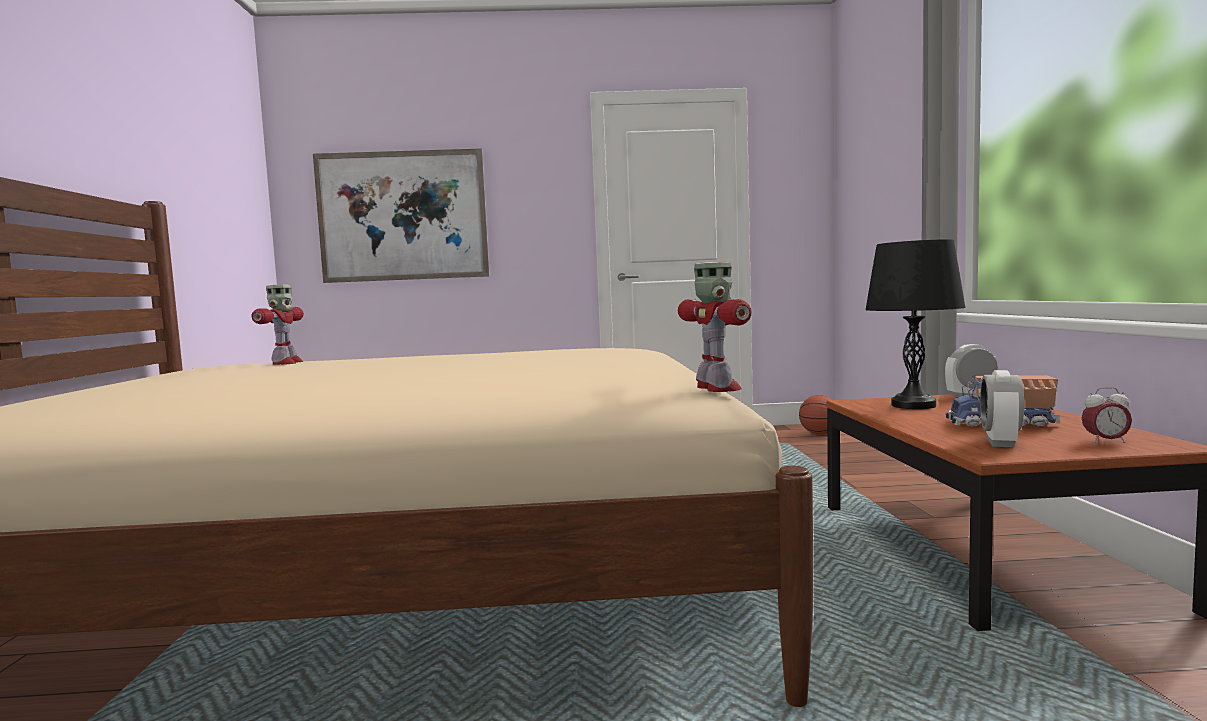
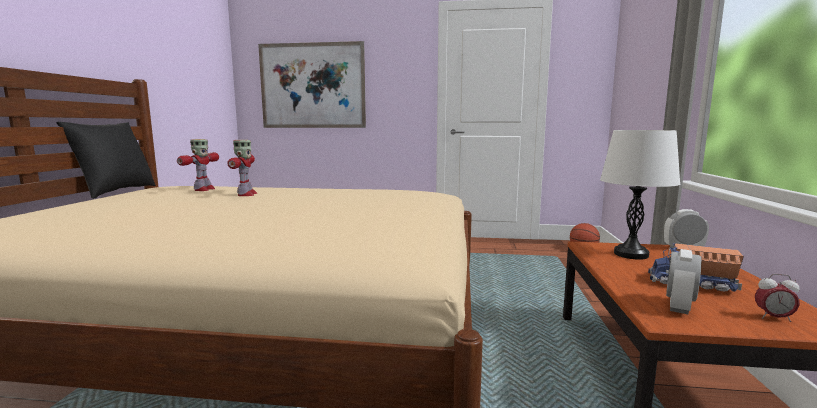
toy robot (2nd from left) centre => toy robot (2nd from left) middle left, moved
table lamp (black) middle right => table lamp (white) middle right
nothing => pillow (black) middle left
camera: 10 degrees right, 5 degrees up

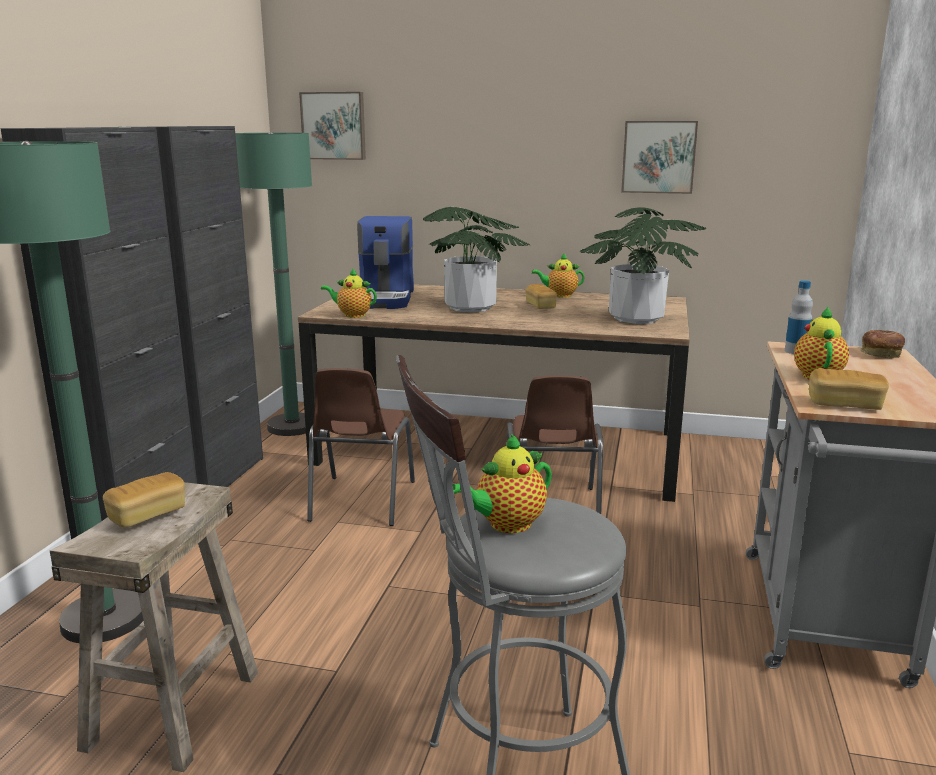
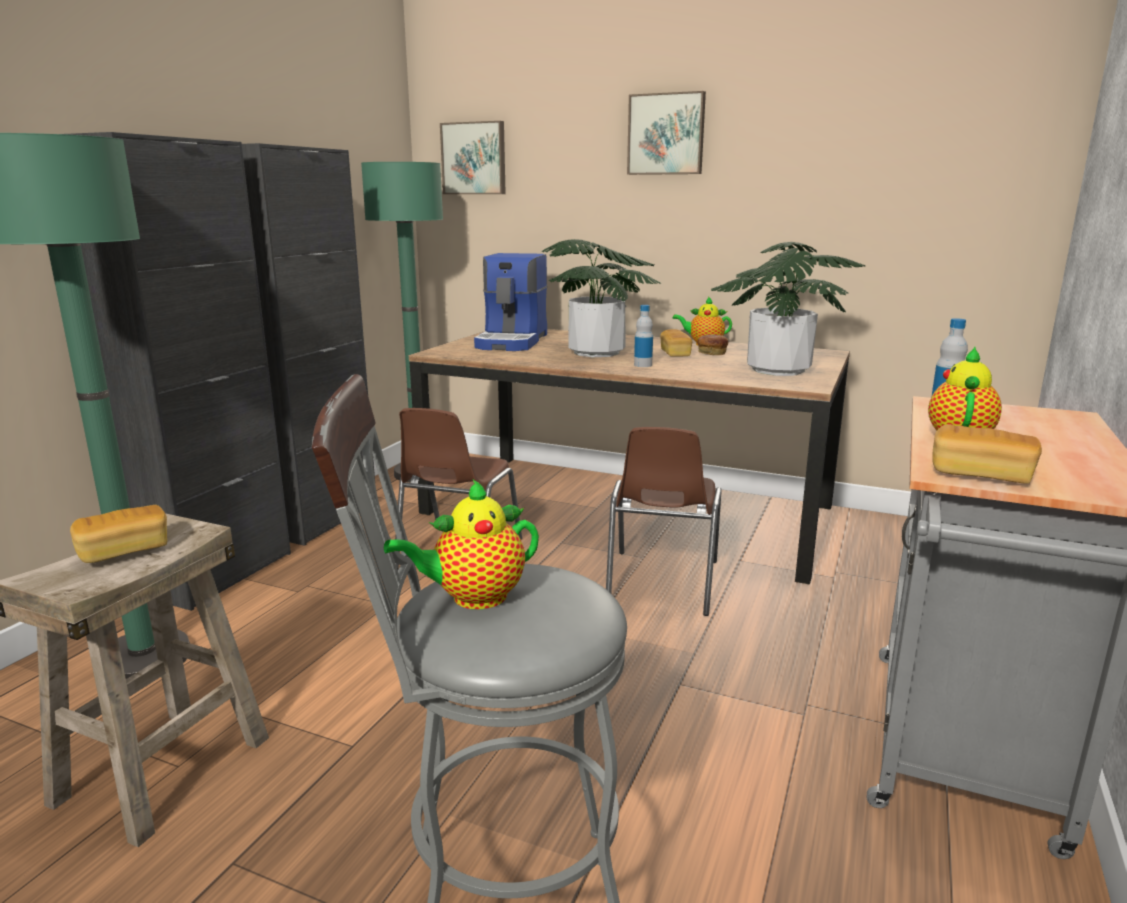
teapot (1st from left) centre => nothing
picture (2nd from left) top right => picture (2nd from left) top centre, moved
bread (4th from left in the first image) middle right => bread (3rd from left) centre, moved
nothing => bottle (1st from left) centre
camera: 10 degrees right, 0 degrees up

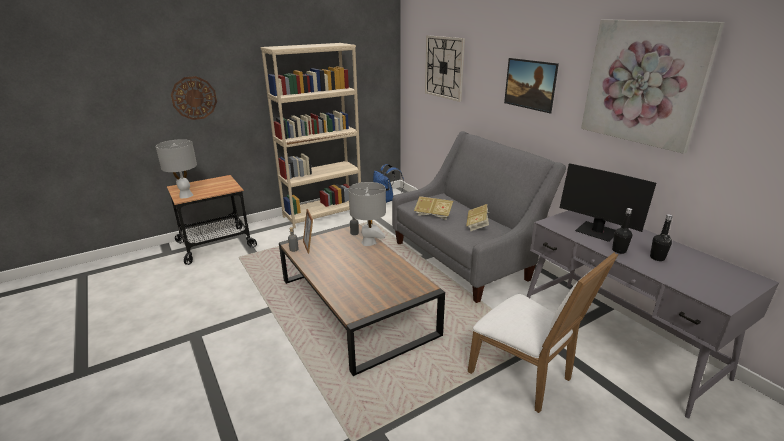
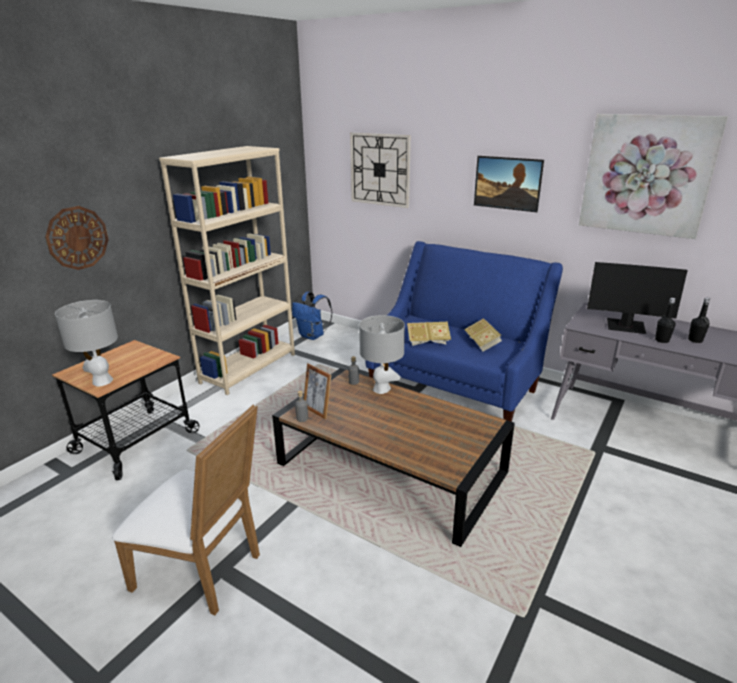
sofa (grey) centre => sofa (blue) centre
chair (white) bottom right => chair (white) bottom left, moved
camera: 25 degrees left, 0 degrees up

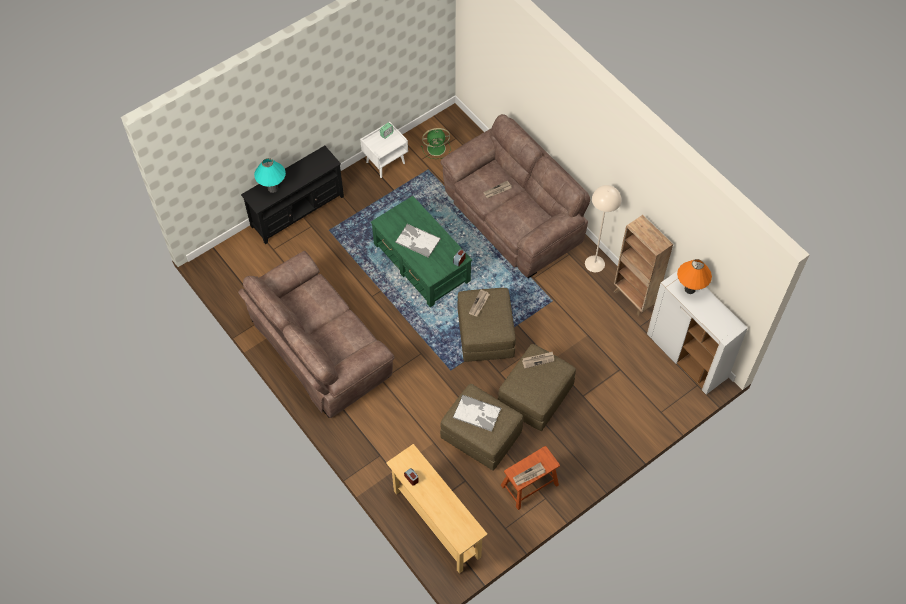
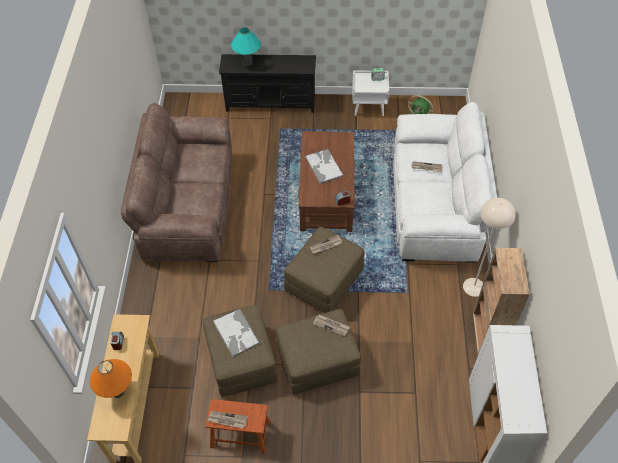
coffee table (green) centre => coffee table (brown) centre
sofa (brown) (2nd from left) top centre => sofa (white) middle right
table lamp (orange) middle right => table lamp (orange) bottom left, moved
camera: 40 degrees right, 5 degrees down

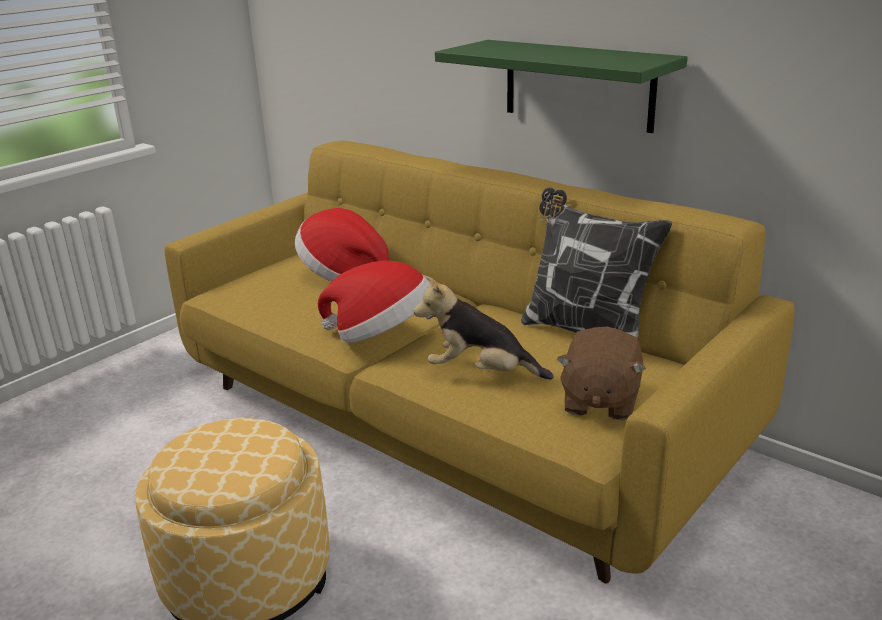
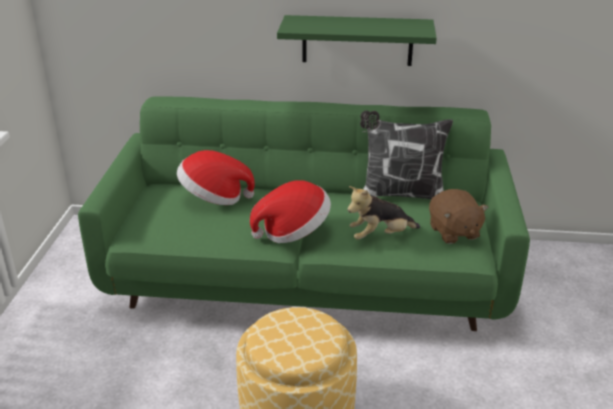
sofa (yellow) centre => sofa (green) centre
camera: 35 degrees left, 5 degrees up

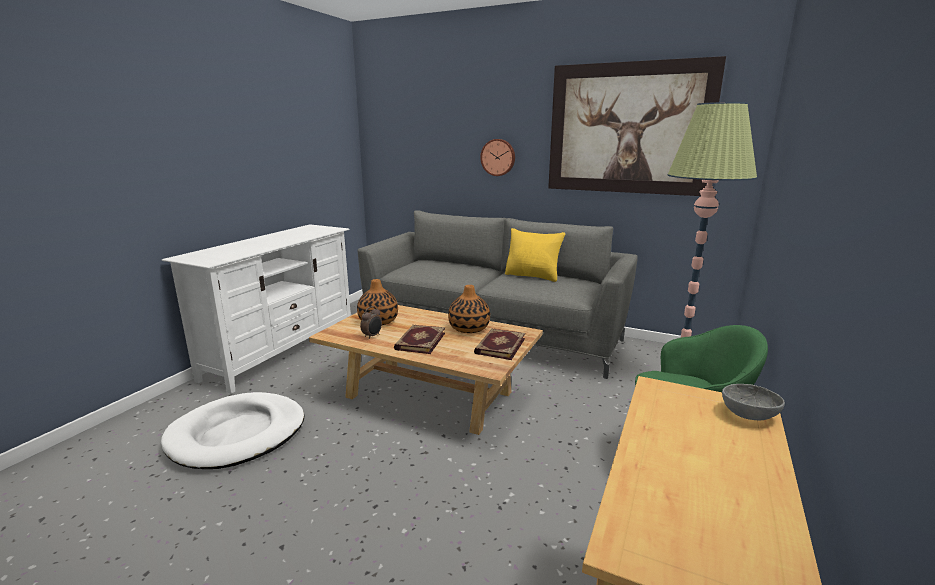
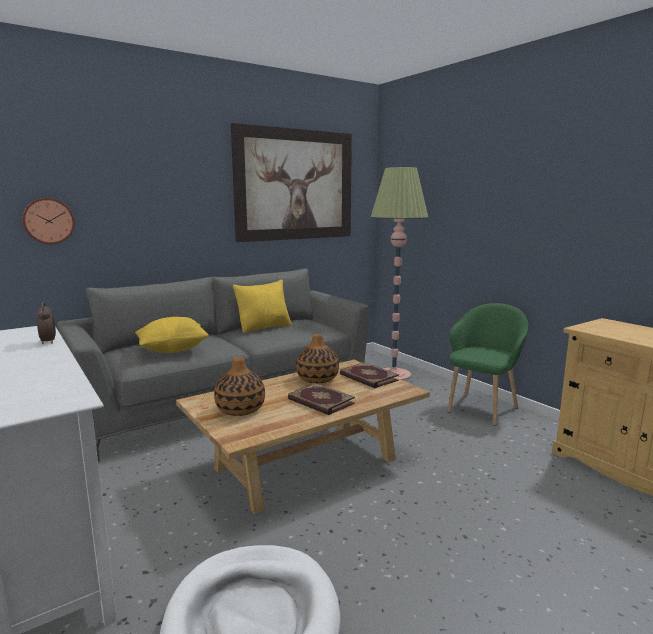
alarm clock centre => alarm clock middle left, moved
wall clock top centre => wall clock middle left, moved
bowl (grey) bottom right => nothing
nothing => pillow (yellow) (1st from left) middle left
camera: 60 degrees left, 5 degrees down

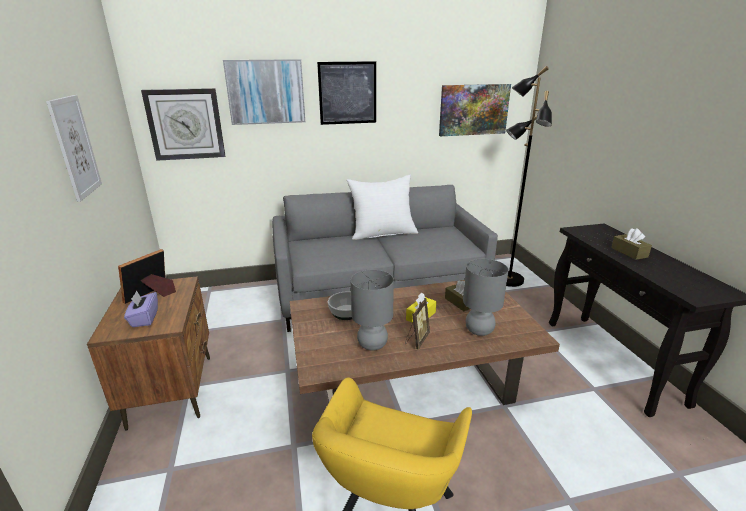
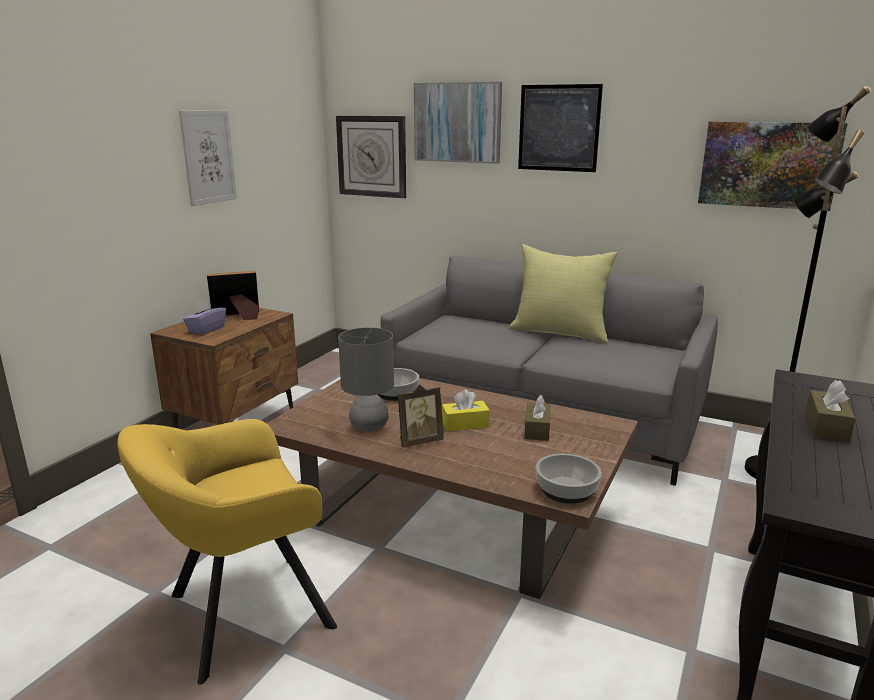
pillow (white) centre => pillow (yellow) centre
table lamp (grey) (2nd from left) centre => nothing
nothing => bowl (2nd from left) bottom centre
camera: 40 degrees right, 5 degrees down

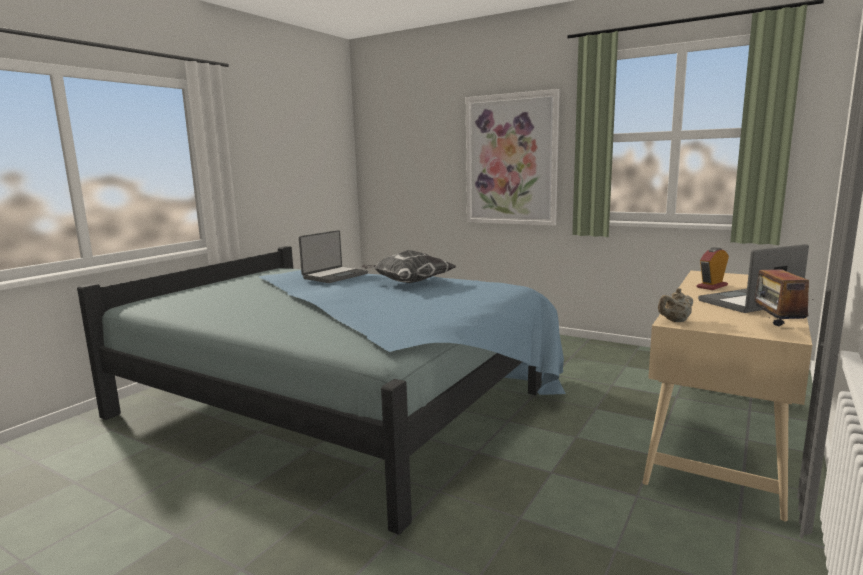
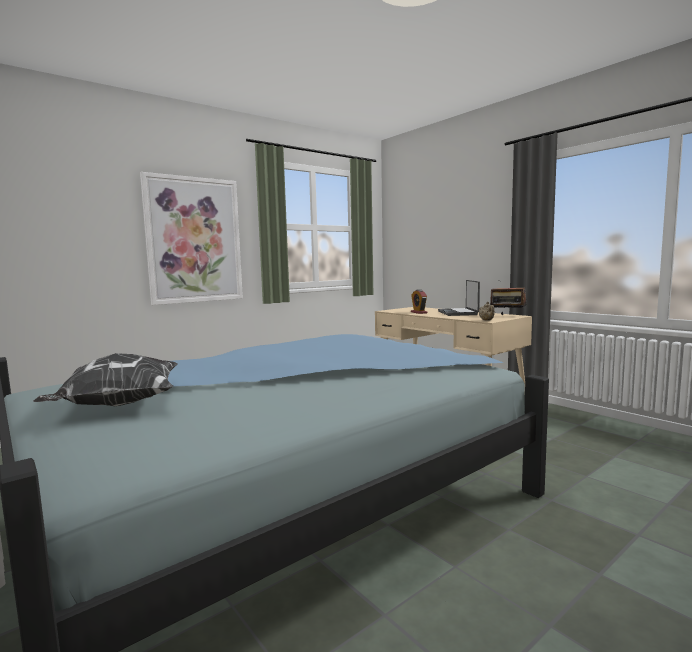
laptop (1st from left) centre => nothing
pillow centre => pillow middle left, moved
camera: 70 degrees left, 5 degrees down

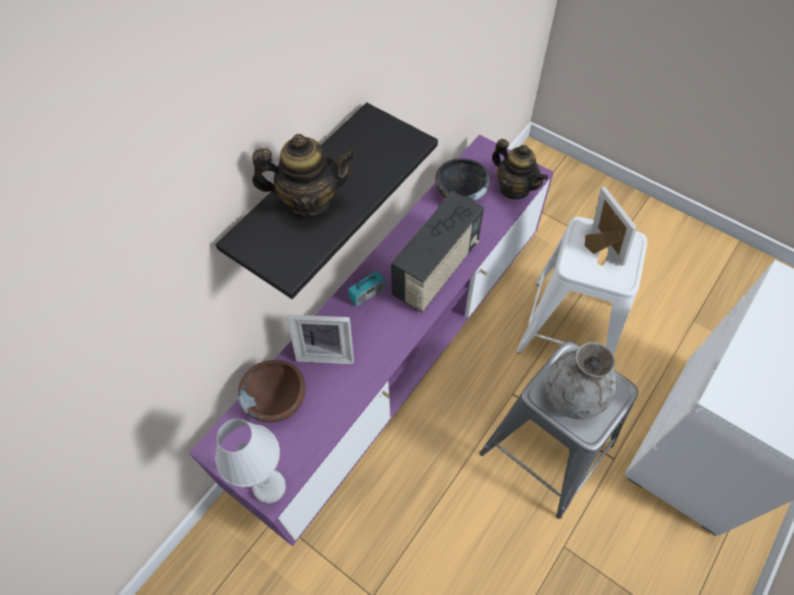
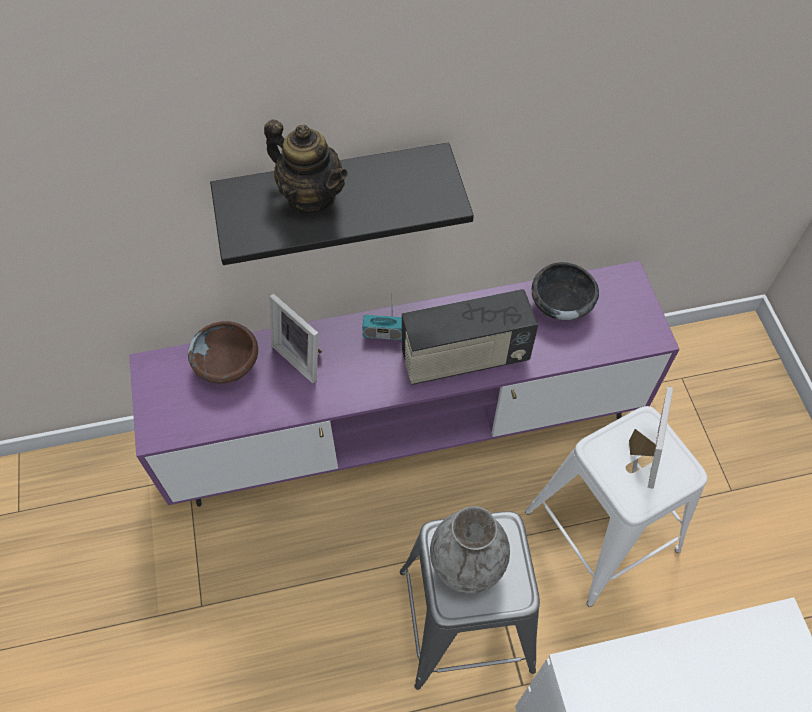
table lamp (white) bottom left => nothing
teapot (2nd from left) top centre => nothing
camera: 40 degrees right, 0 degrees up

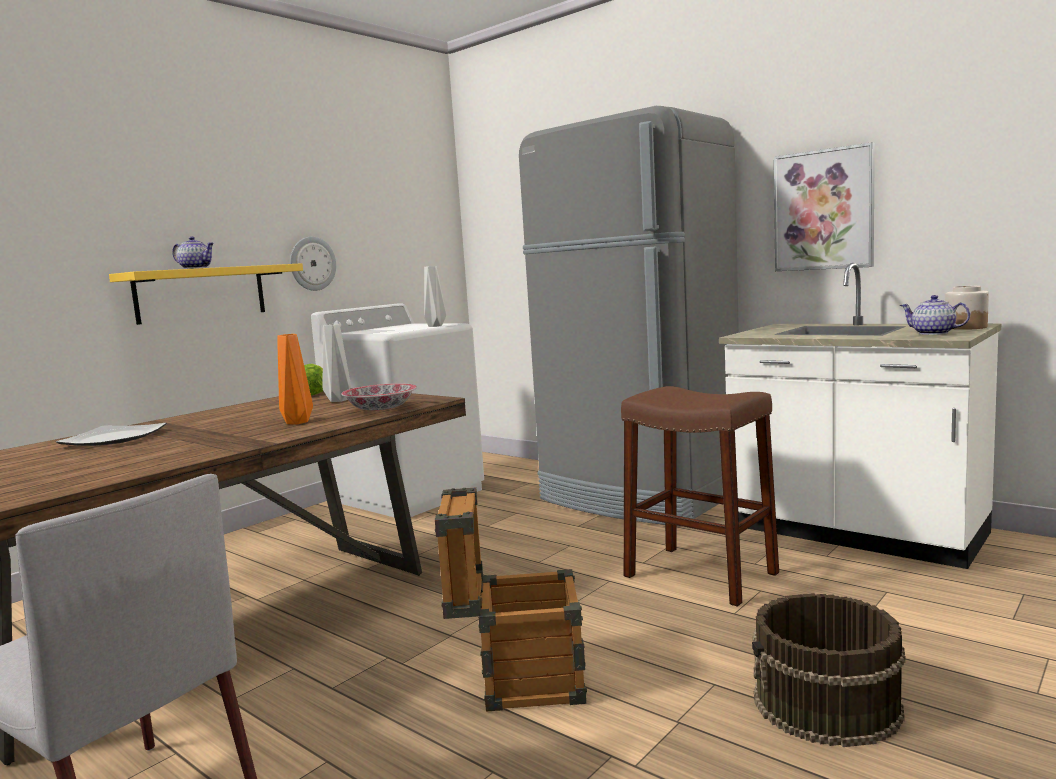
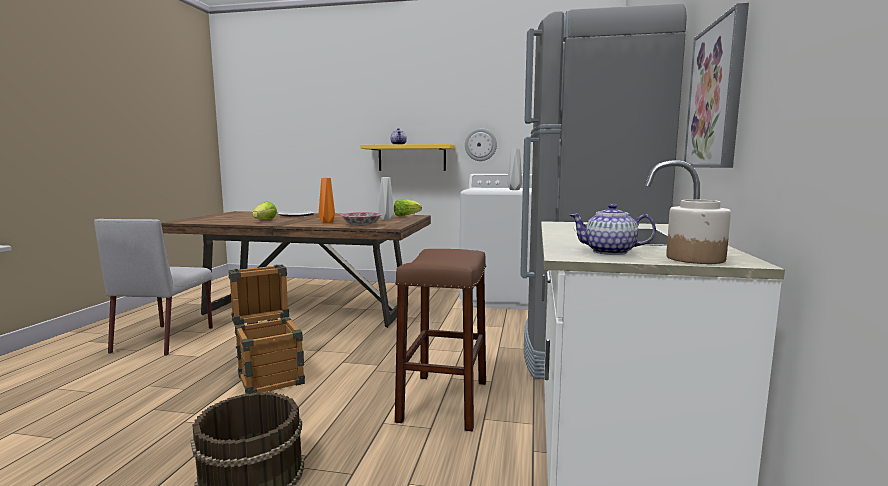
teapot (2nd from left) middle right, 90 degrees counterclockwise
nothing => lettuce (1st from left) middle left
camera: 60 degrees right, 0 degrees up

